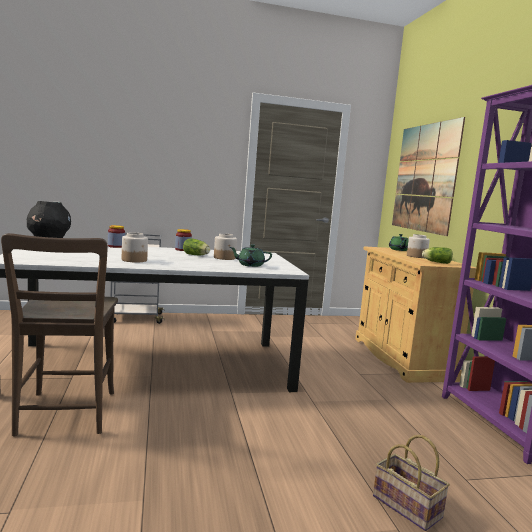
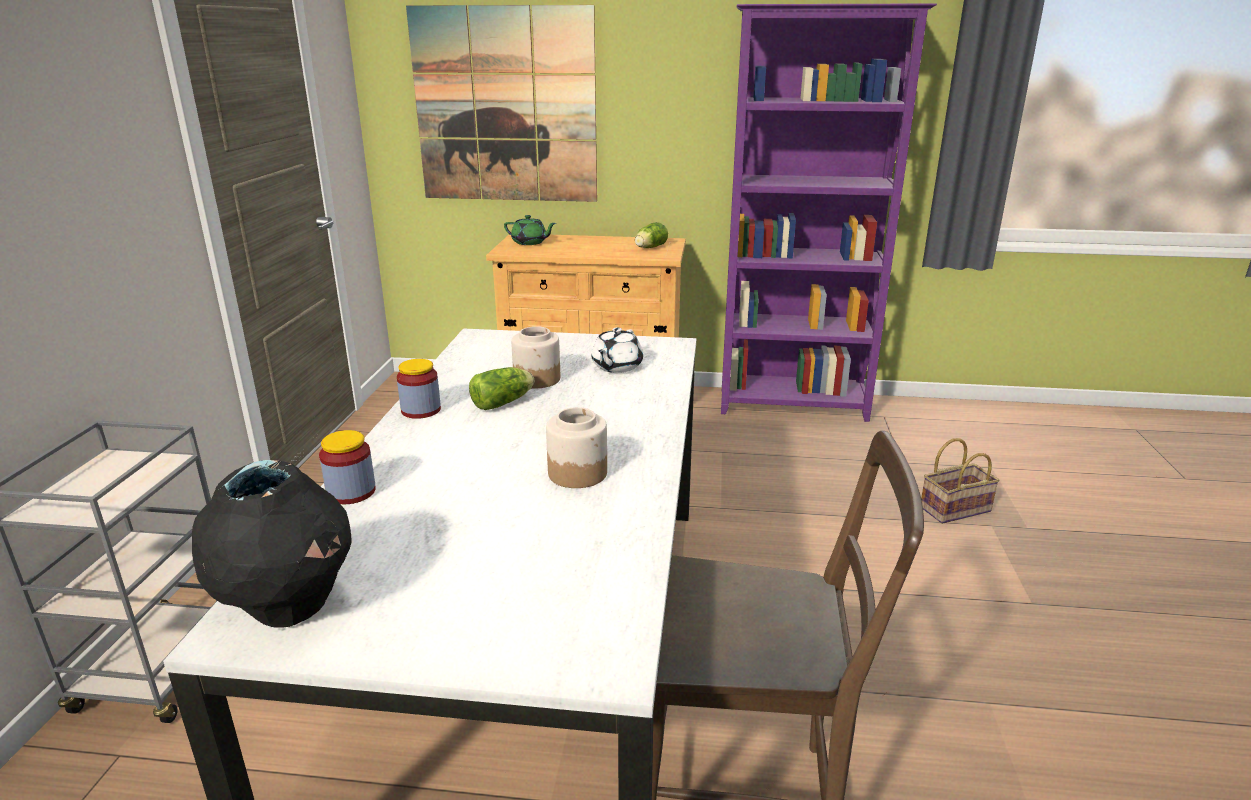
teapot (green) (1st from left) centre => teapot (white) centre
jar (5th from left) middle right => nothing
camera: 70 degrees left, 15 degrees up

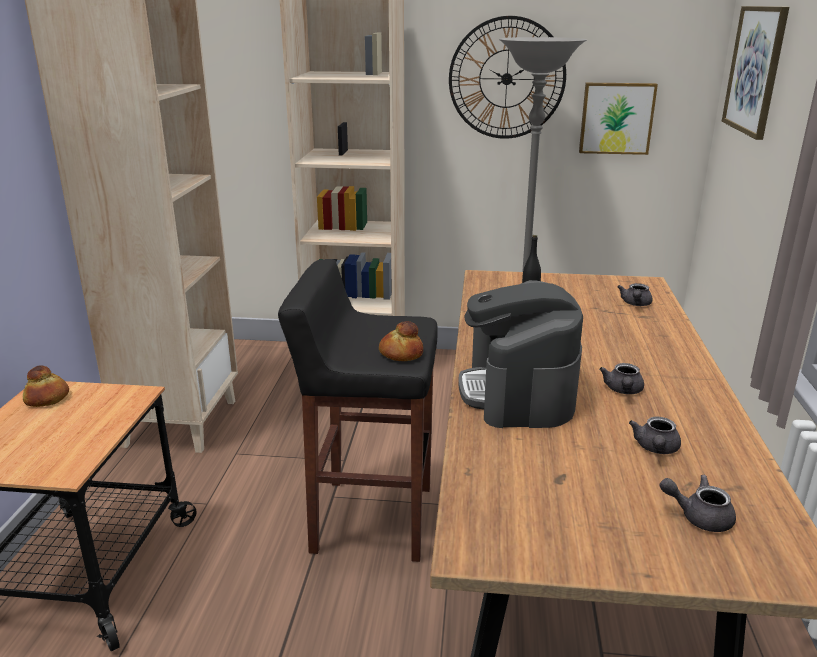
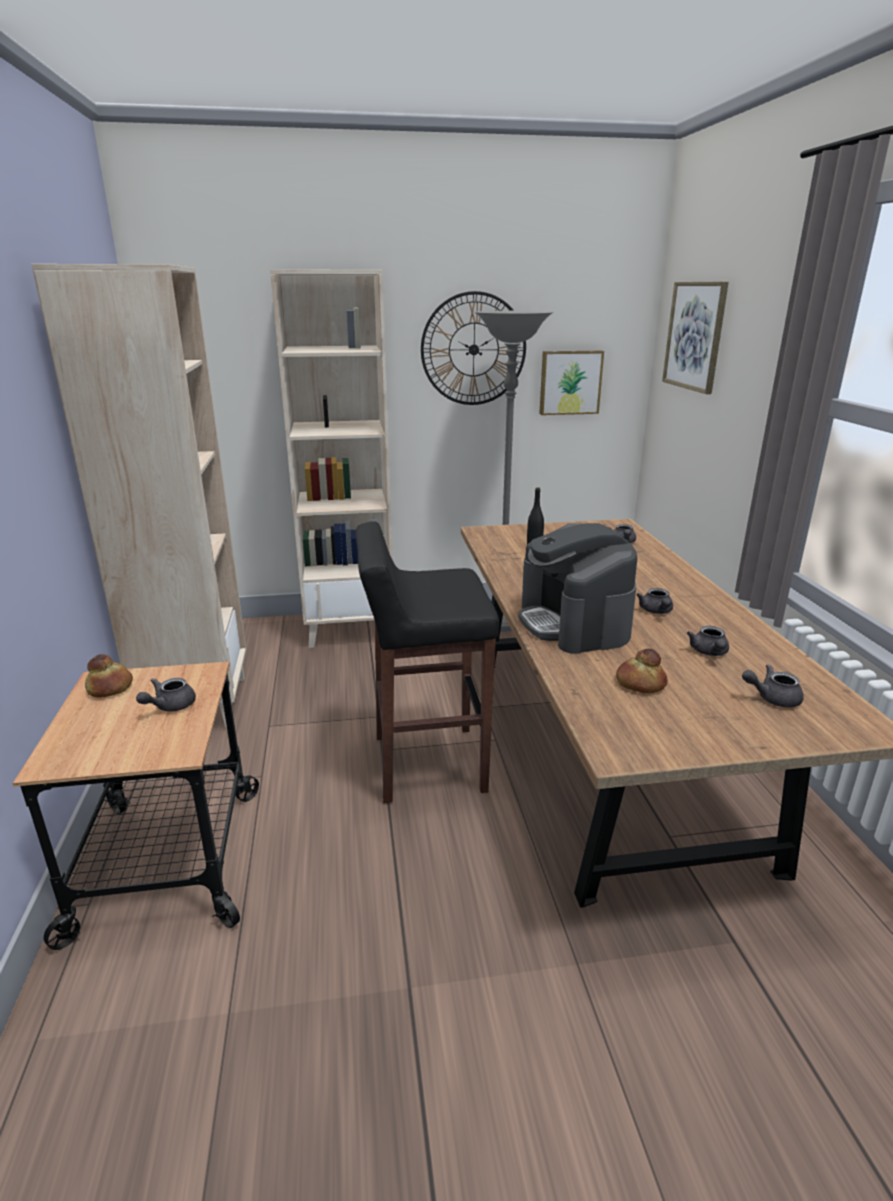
bread (2nd from left) centre => bread (2nd from left) middle right, moved
nothing => teapot (grey) (1st from left) middle left
camera: 15 degrees left, 0 degrees up

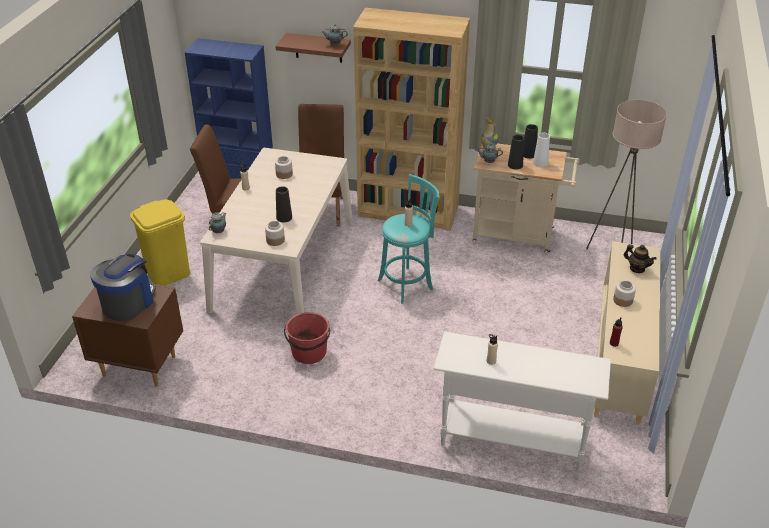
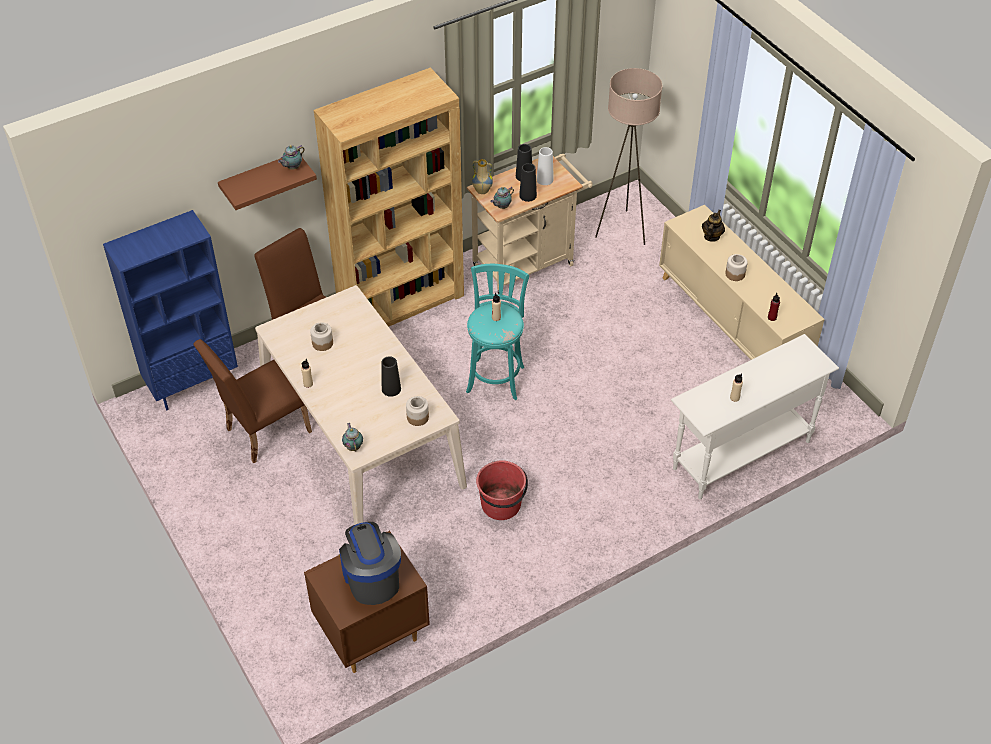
trash can (yellow) middle left => nothing
teapot (4th from left) middle right => teapot (4th from left) top right, 60 degrees counterclockwise
camera: 45 degrees left, 10 degrees up

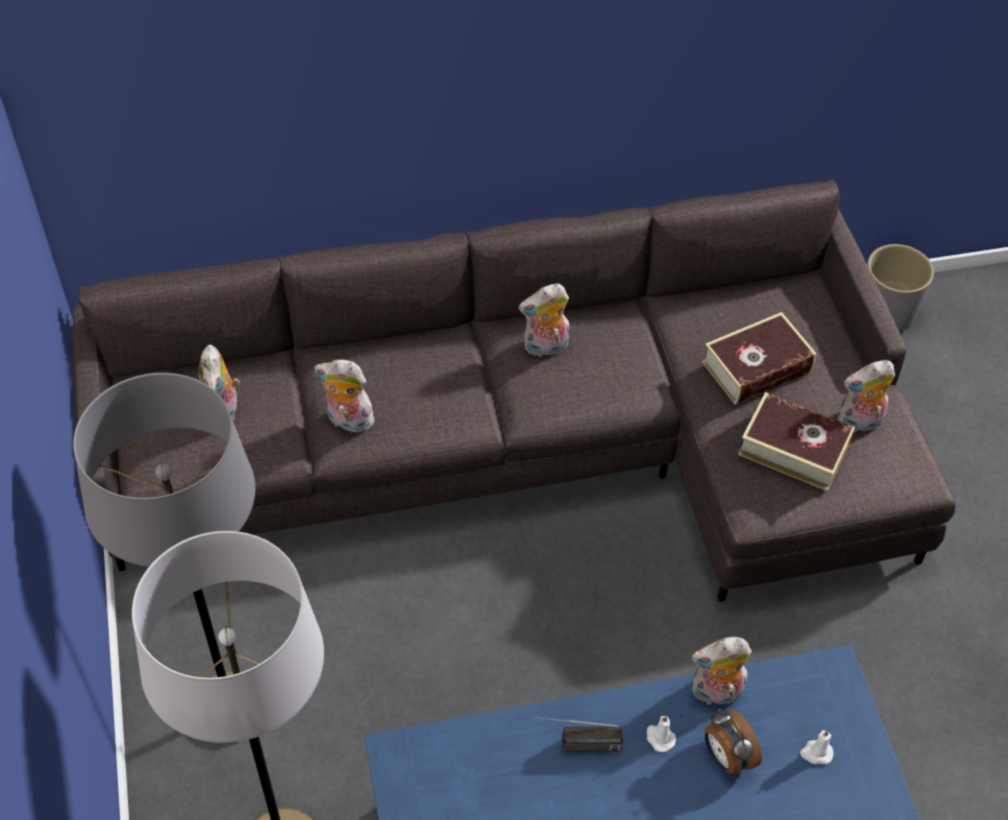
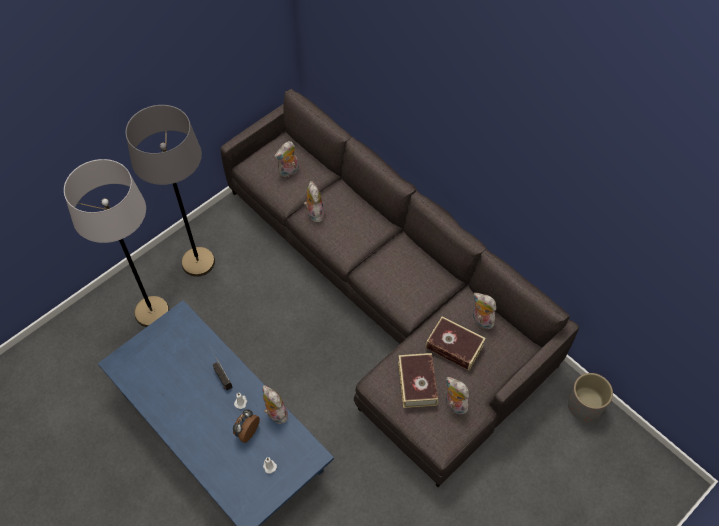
plush toy (3rd from left in the first image) centre => plush toy (5th from left) middle right, moved
camera: 60 degrees right, 5 degrees up

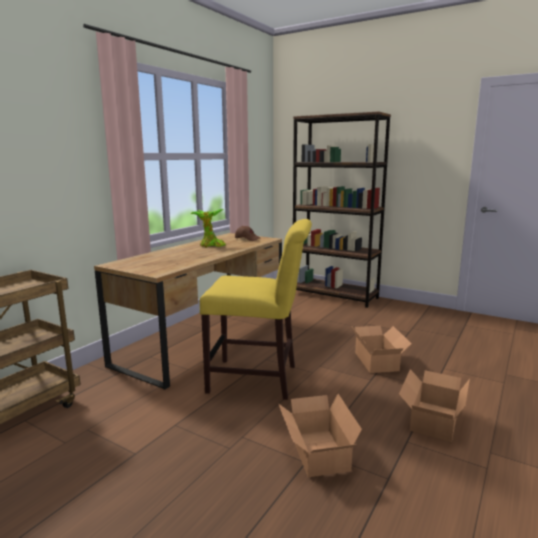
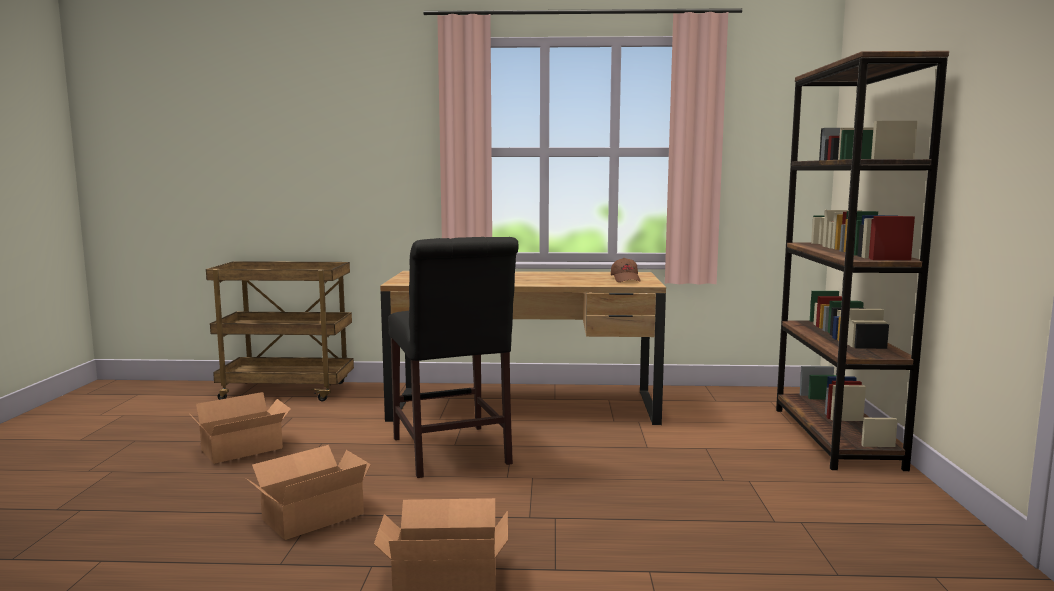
potted plant centre => nothing
chair (yellow) centre => chair (black) centre
cardboard box (2nd from left in the first image) middle right => cardboard box (1st from left) bottom left, moved
camera: 60 degrees right, 5 degrees down

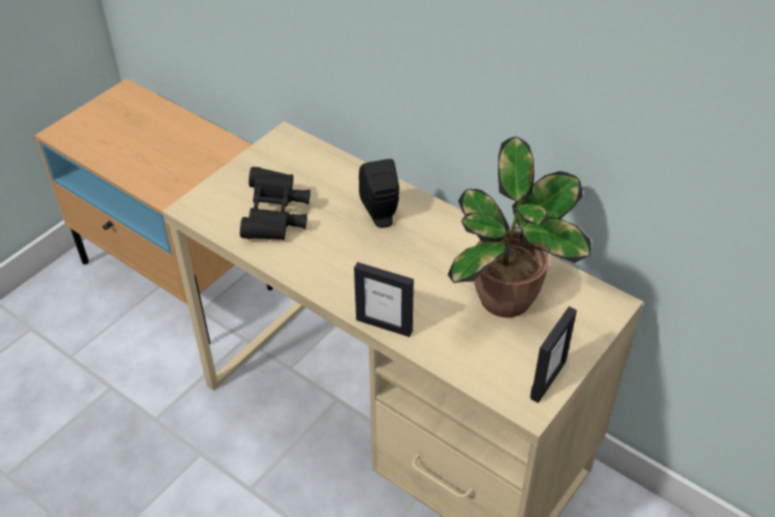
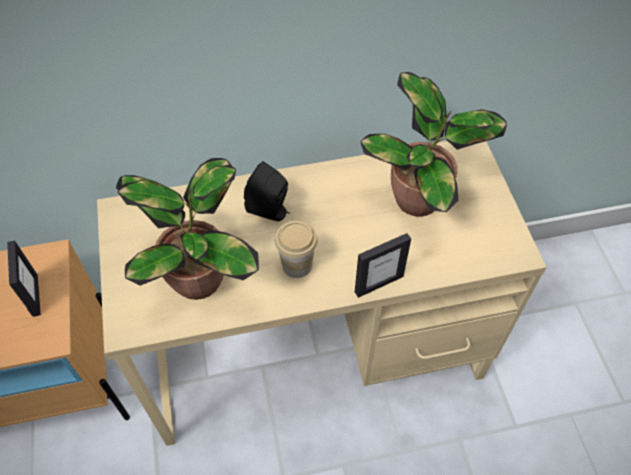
binoculars (black) centre => potted plant (1st from left) middle left
picture frame (2nd from left in the first image) bottom right => picture frame (1st from left) middle left, moved
nothing => cup centre
camera: 50 degrees left, 10 degrees up

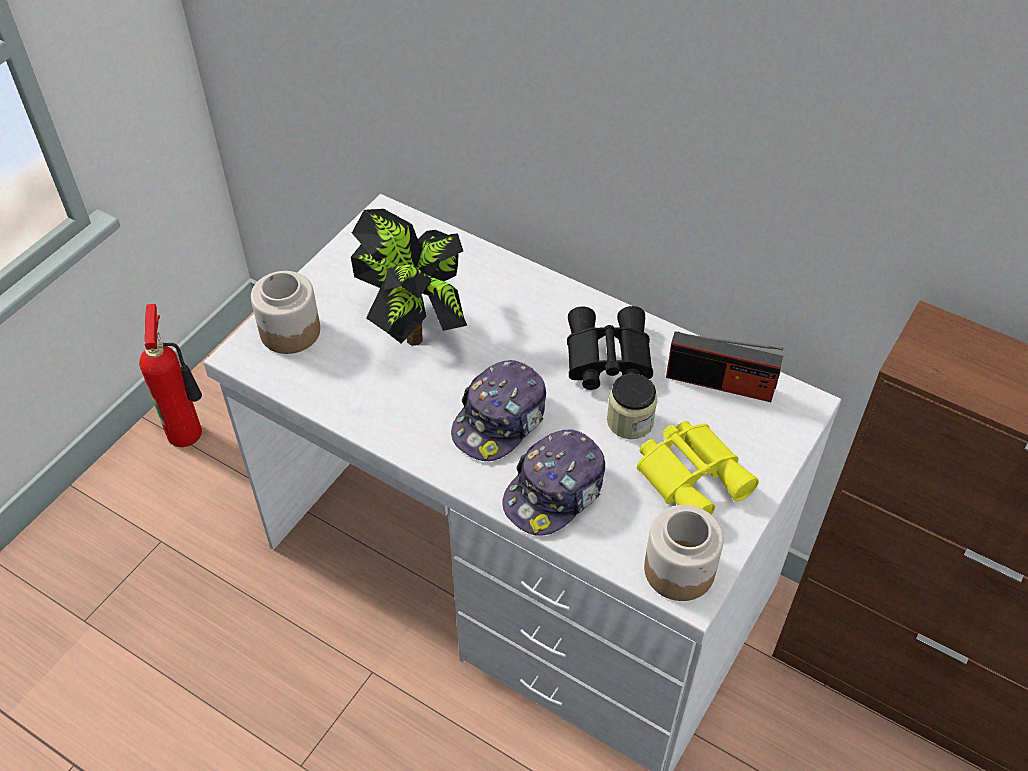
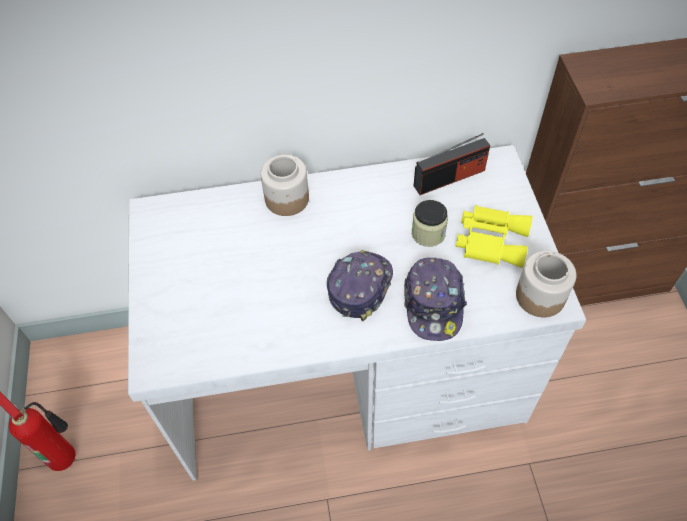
jar (1st from left) middle left => jar (1st from left) centre, moved
potted plant centre => nothing
cap (1st from left) centre, 150 degrees counterclockwise
binoculars (black) centre => nothing
camera: 40 degrees left, 5 degrees up

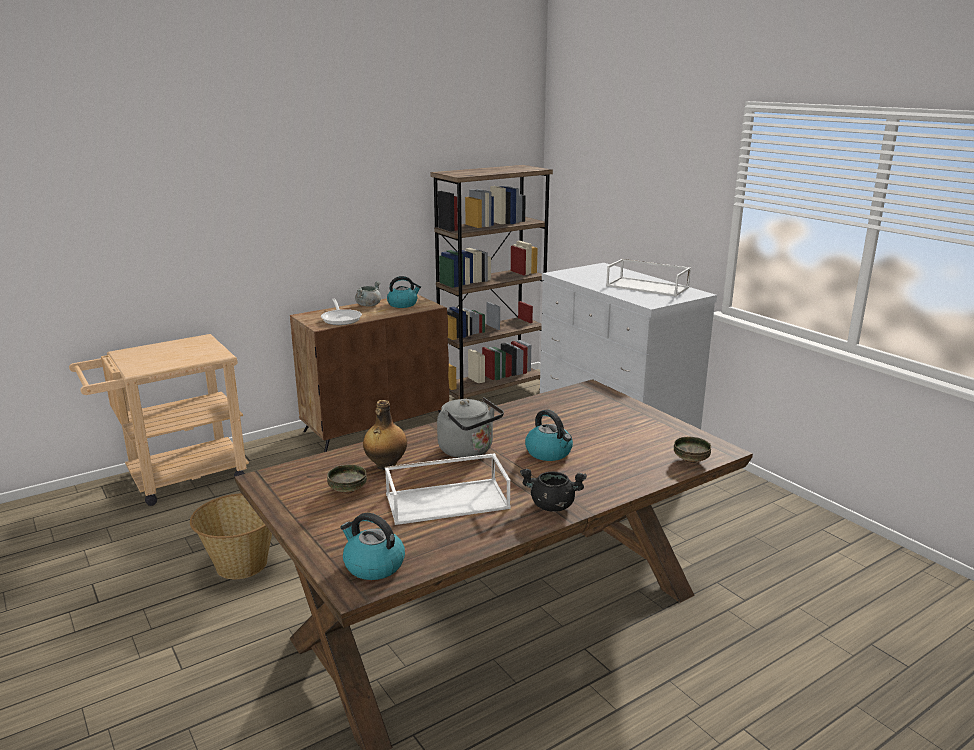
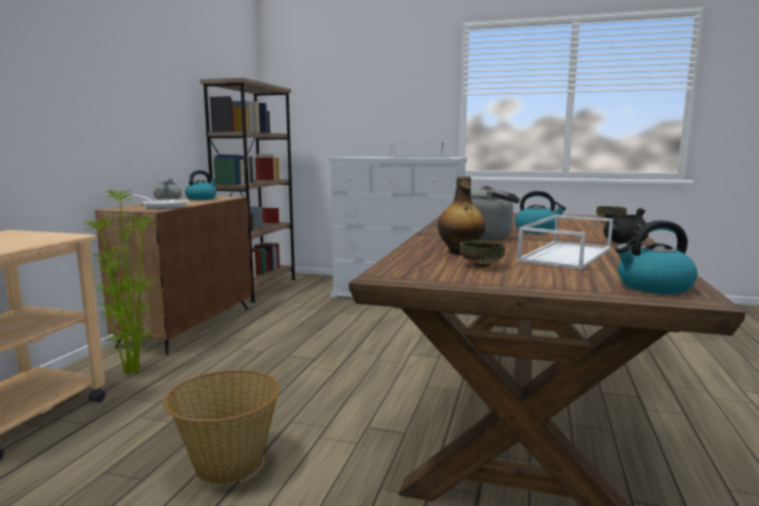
nothing => potted plant middle left
camera: 40 degrees left, 10 degrees down

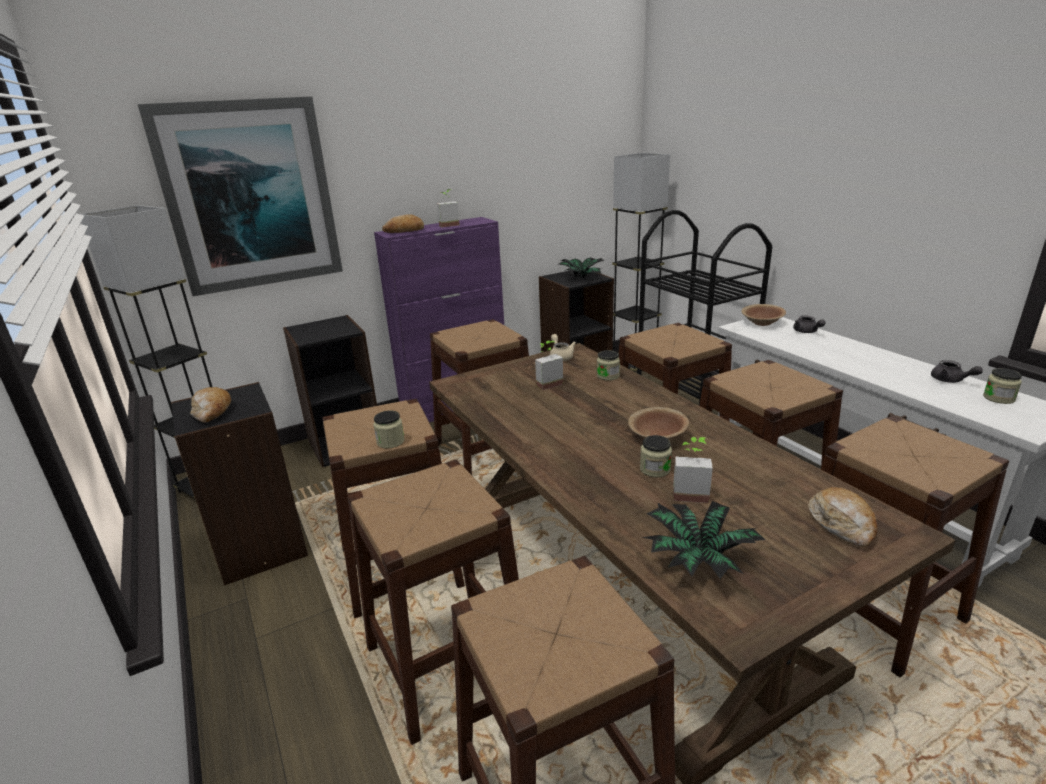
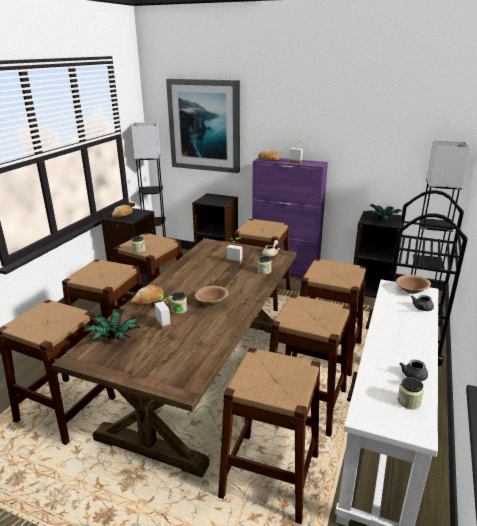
bread (3rd from left in the first image) middle right => bread (2nd from left) middle left, moved
camera: 50 degrees right, 0 degrees up

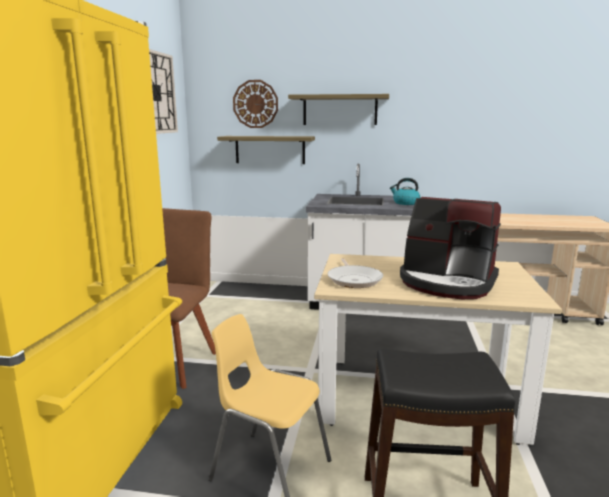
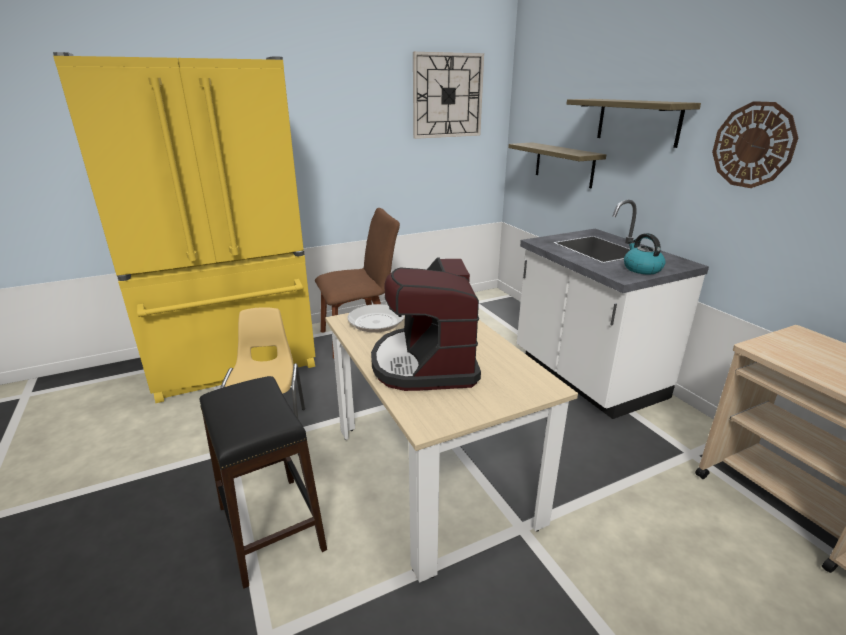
wall clock (2nd from left) top centre => wall clock (2nd from left) top right, moved
camera: 55 degrees right, 10 degrees up

